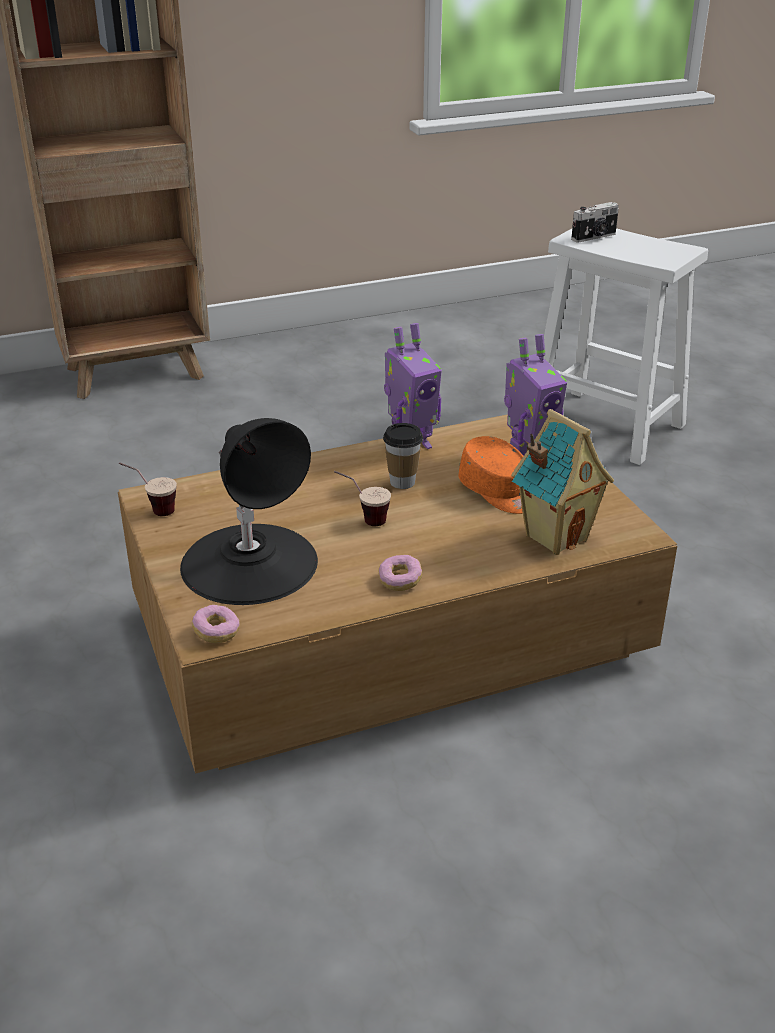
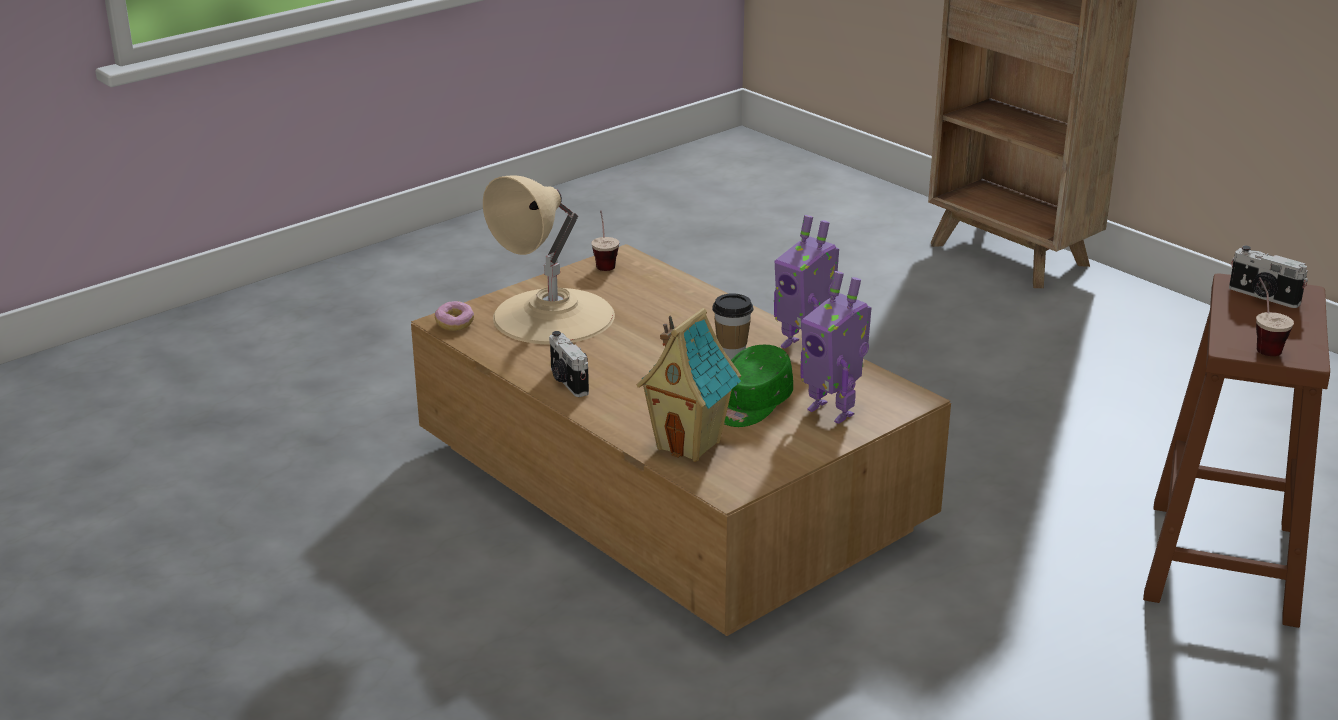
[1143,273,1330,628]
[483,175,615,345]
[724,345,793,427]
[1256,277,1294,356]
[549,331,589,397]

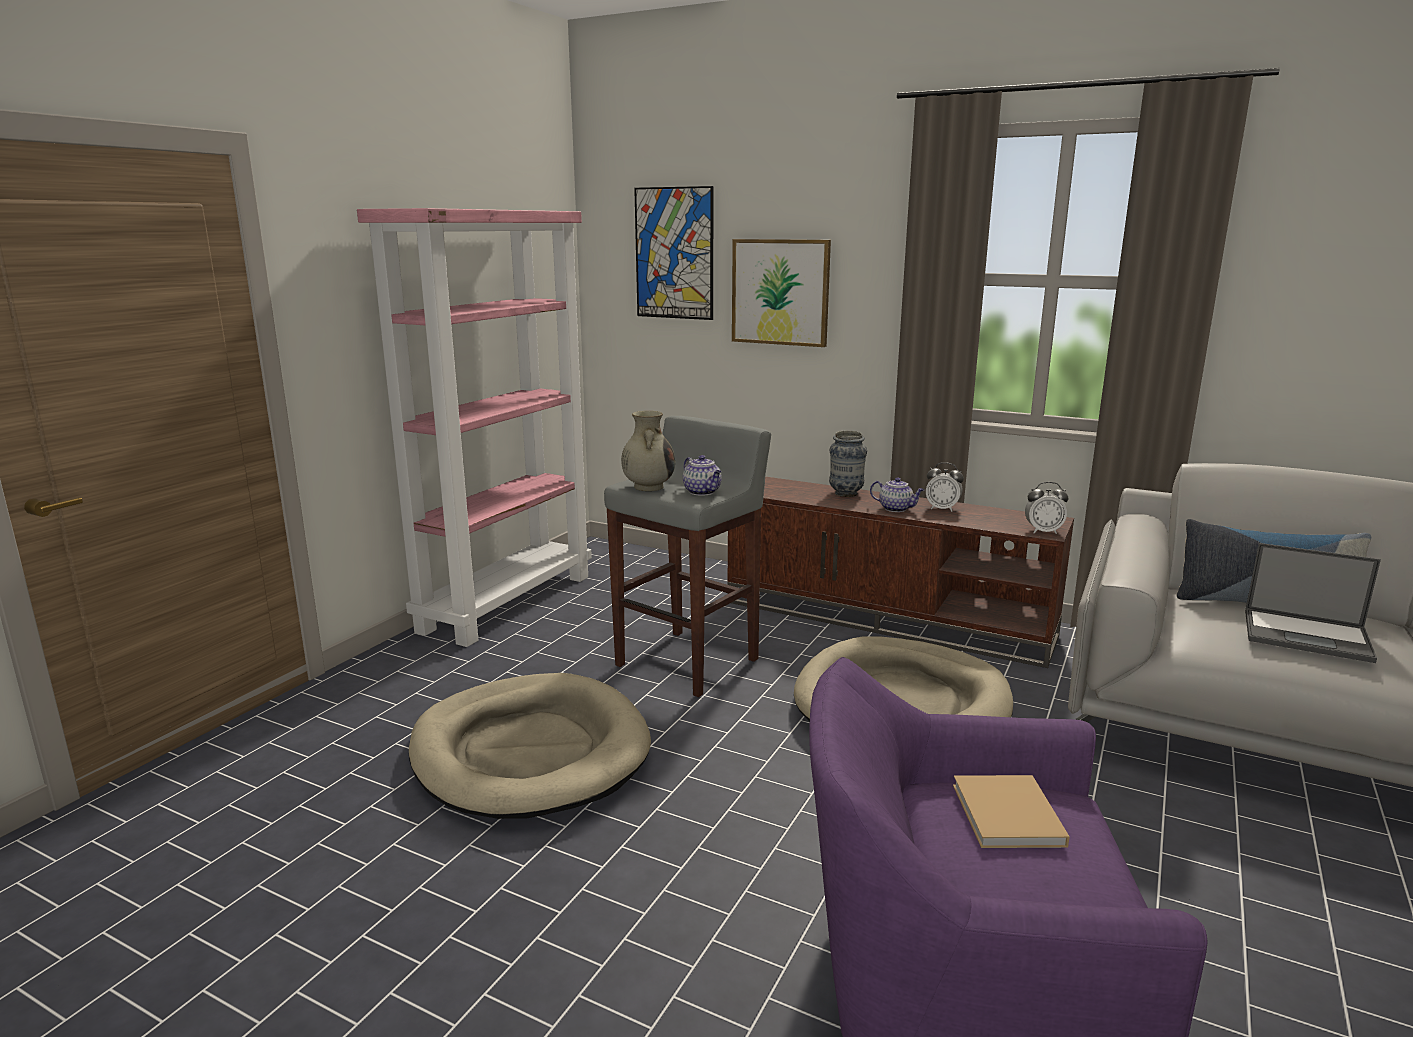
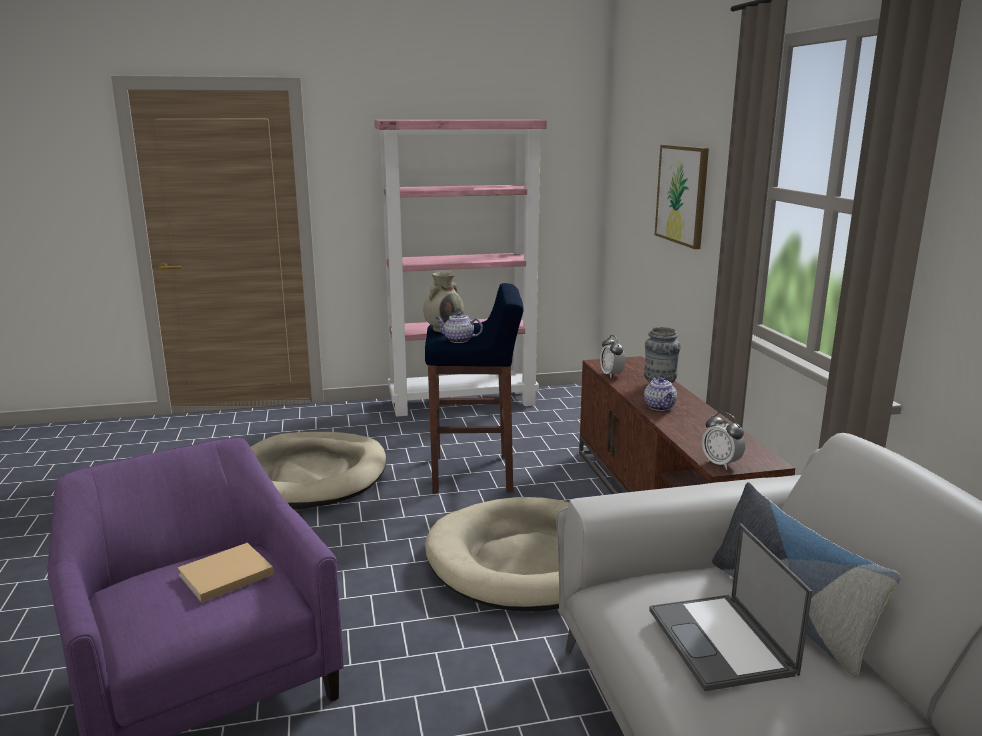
[634,186,713,320] (first image)
[425,283,524,493]
[436,312,483,343]
[600,335,625,378]

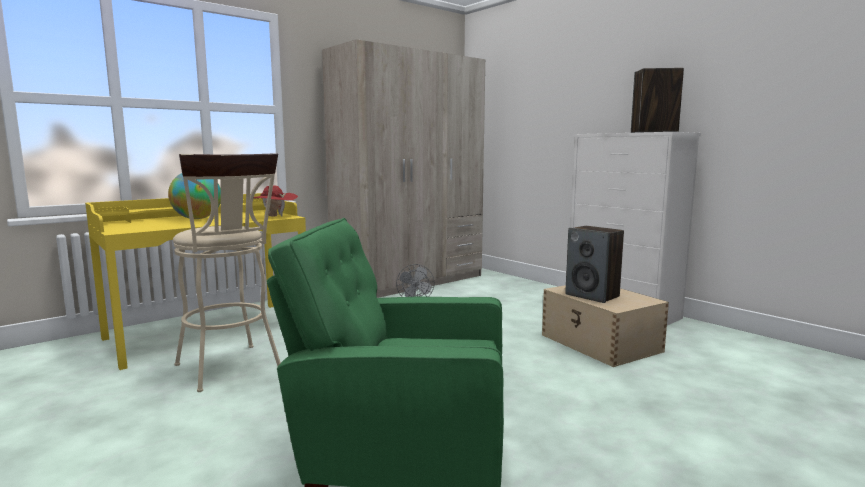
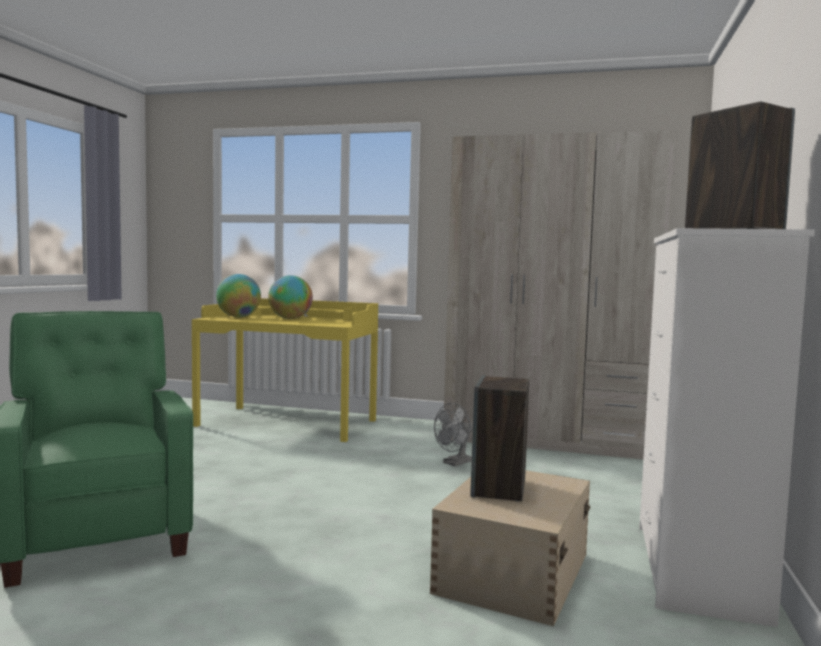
[173,153,281,392] (first image)
[253,186,298,217] (first image)
[216,274,261,317]

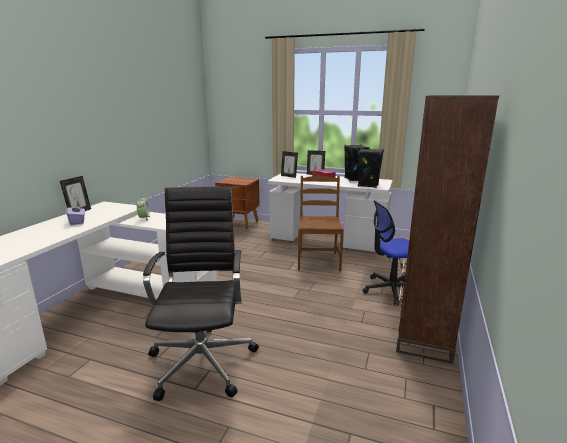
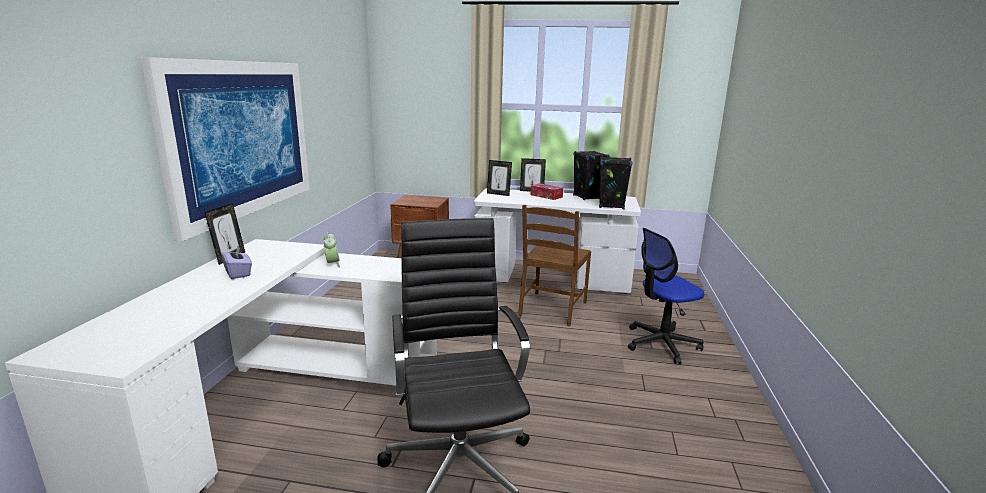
[396,95,499,364] (first image)
[518,205,591,326]
[140,57,310,241]

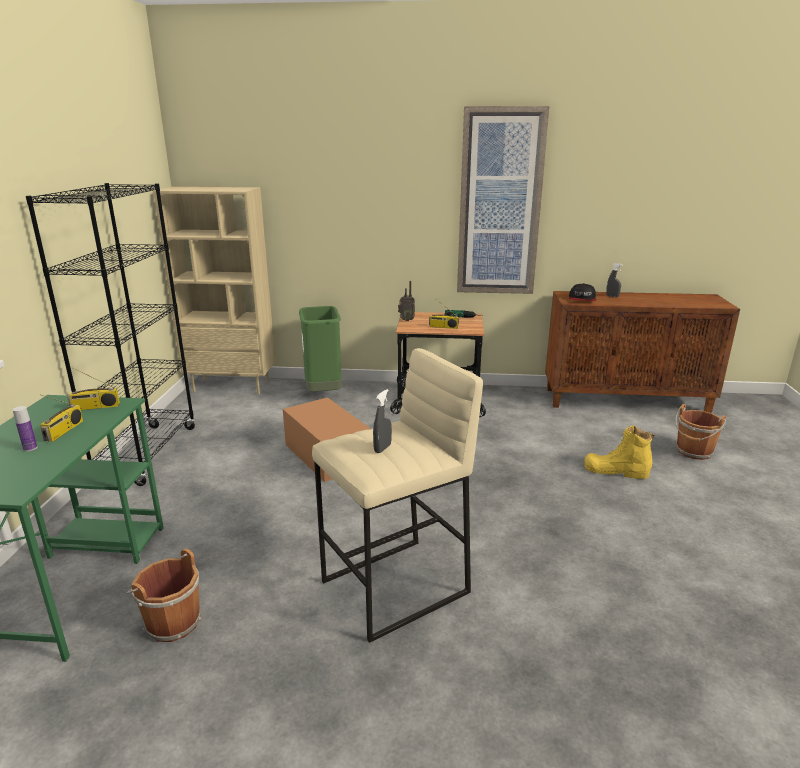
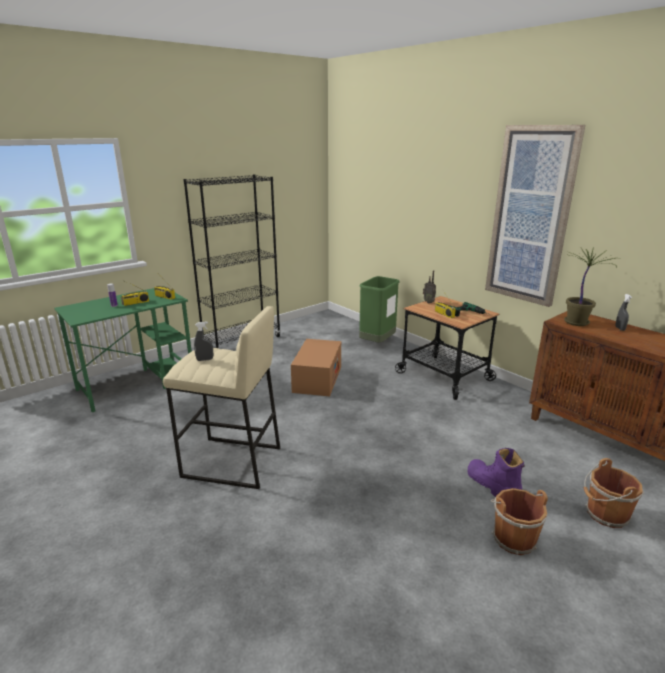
[153,187,275,394] (first image)
[564,247,617,326]
[467,448,525,497]
[490,488,548,555]

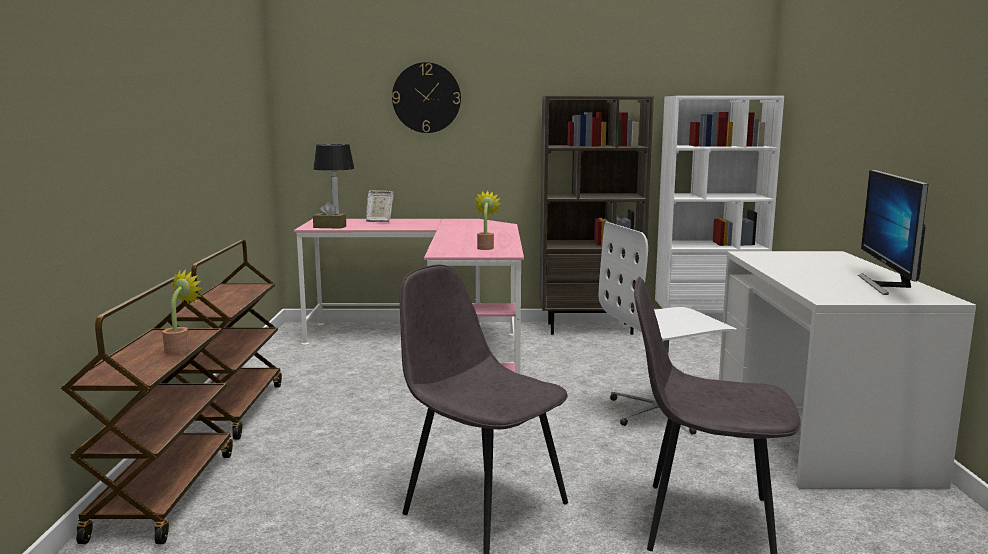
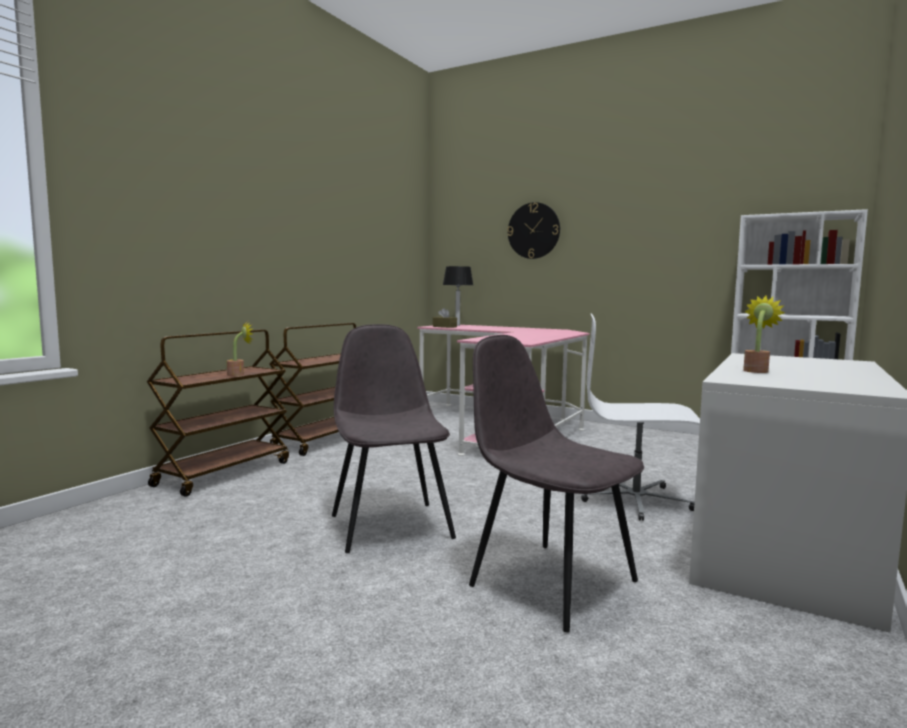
[540,96,654,335] (first image)
[858,170,928,295] (first image)
[366,190,394,222] (first image)
[743,295,785,373]

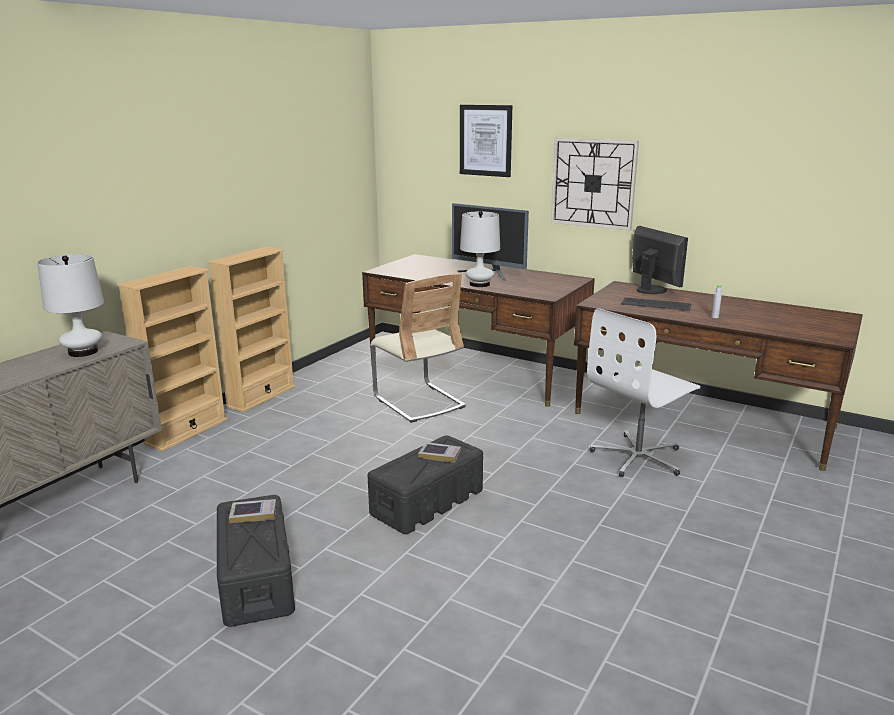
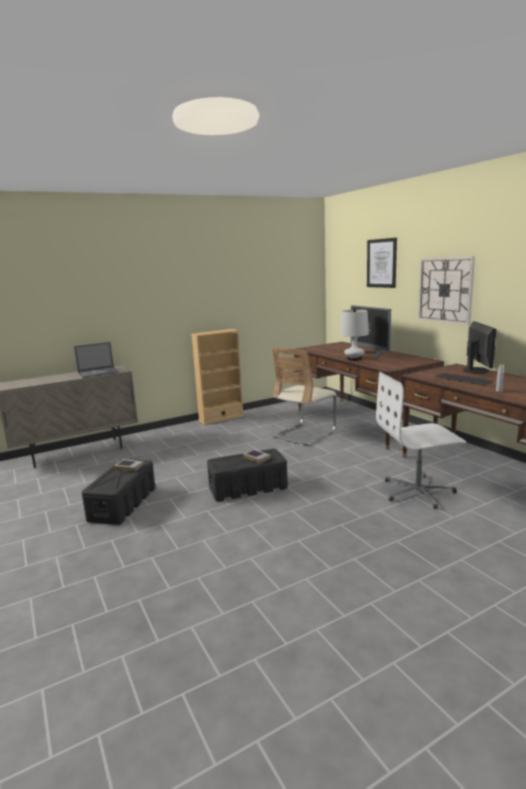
[74,342,119,378]
[117,266,227,452] (first image)
[272,348,336,446]

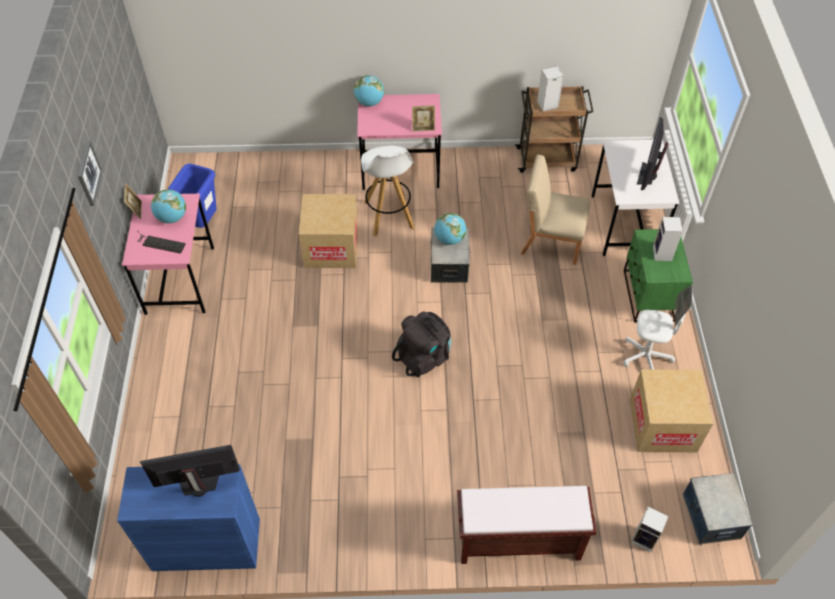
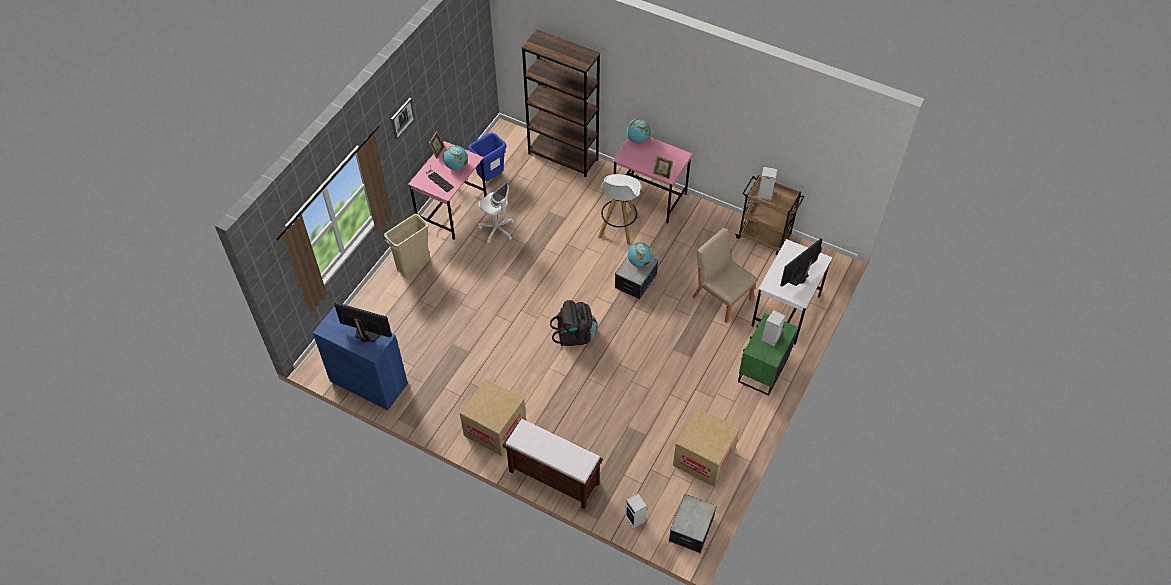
[460,379,526,456]
[478,181,514,244]
[522,29,600,177]
[384,214,430,277]

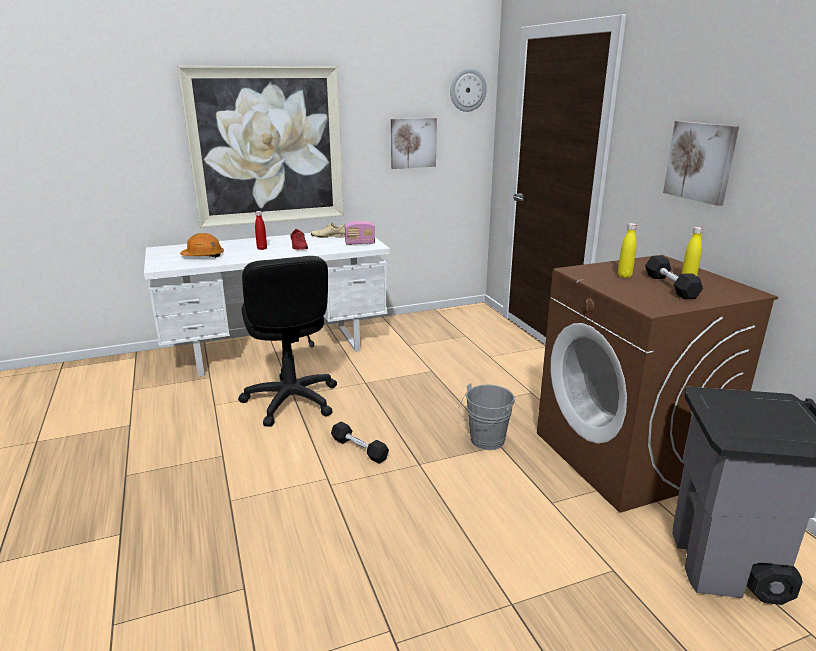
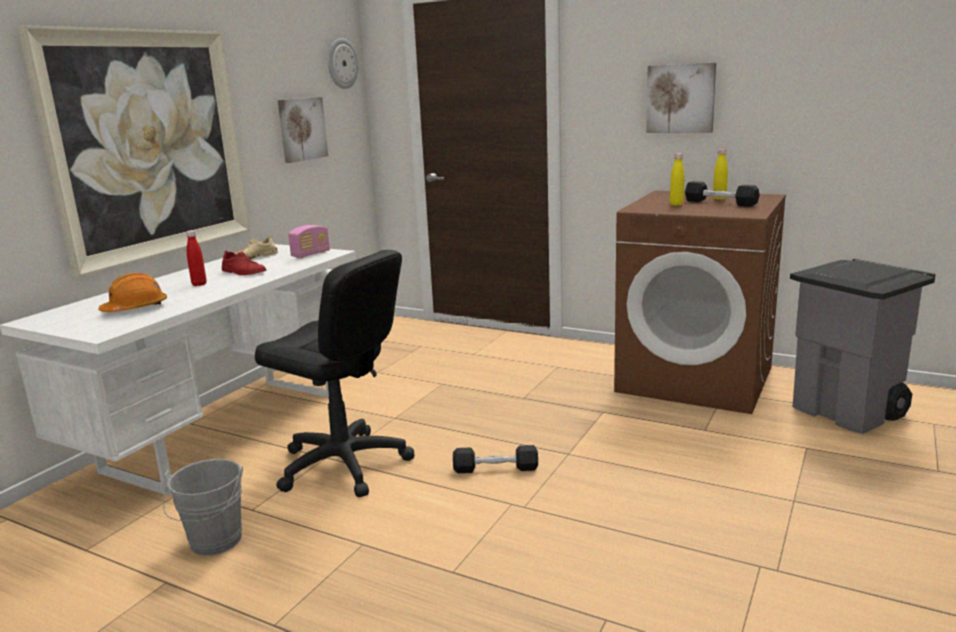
[163,459,243,556]

